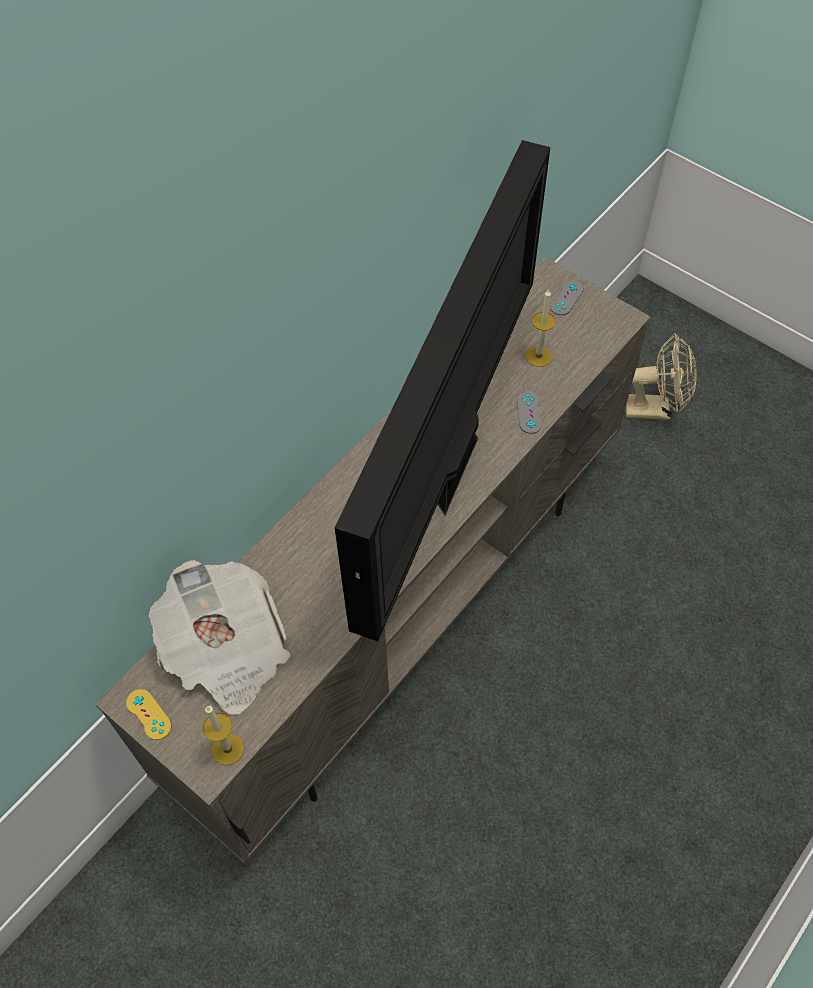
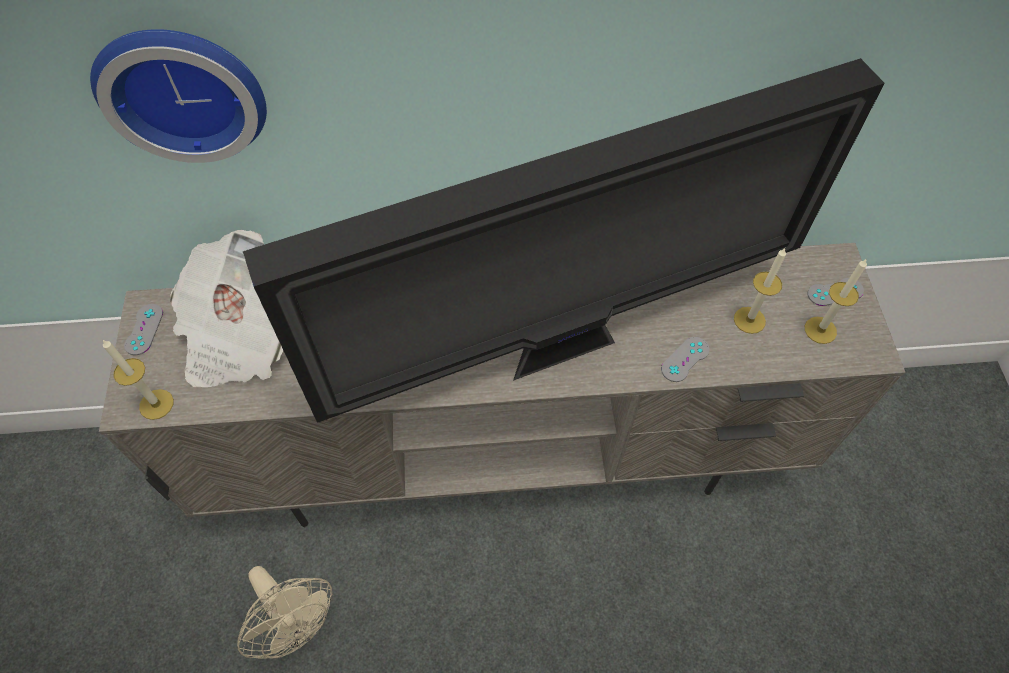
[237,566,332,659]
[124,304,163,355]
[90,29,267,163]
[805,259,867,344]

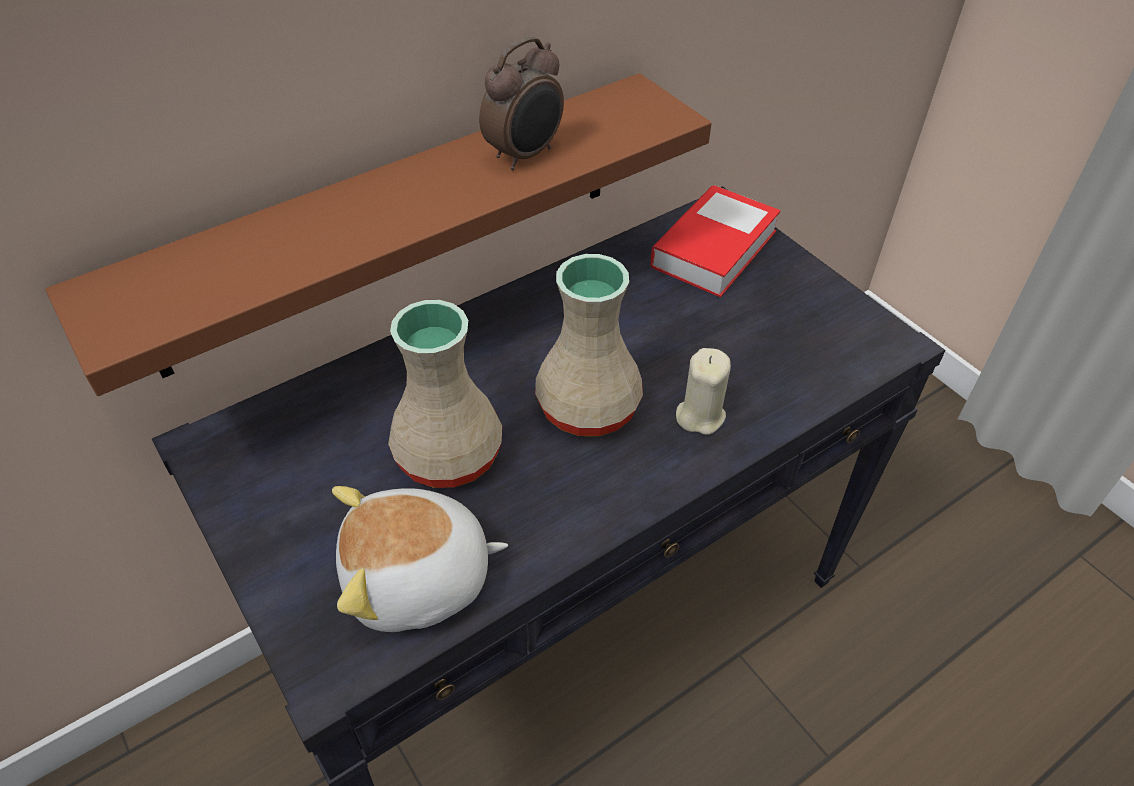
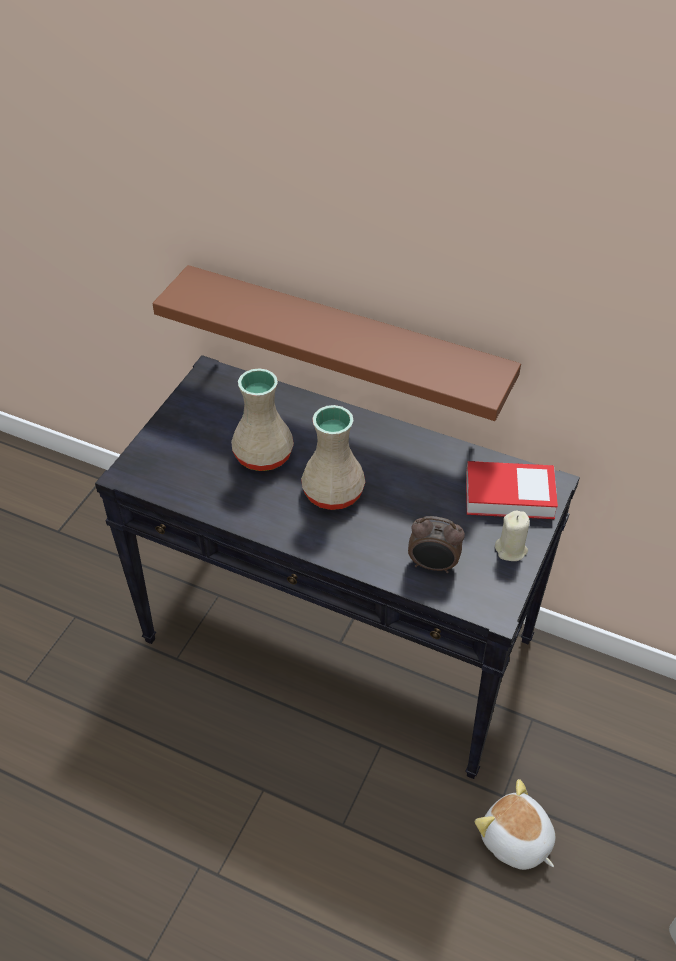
[408,516,465,573]
[495,510,530,561]
[475,779,555,870]

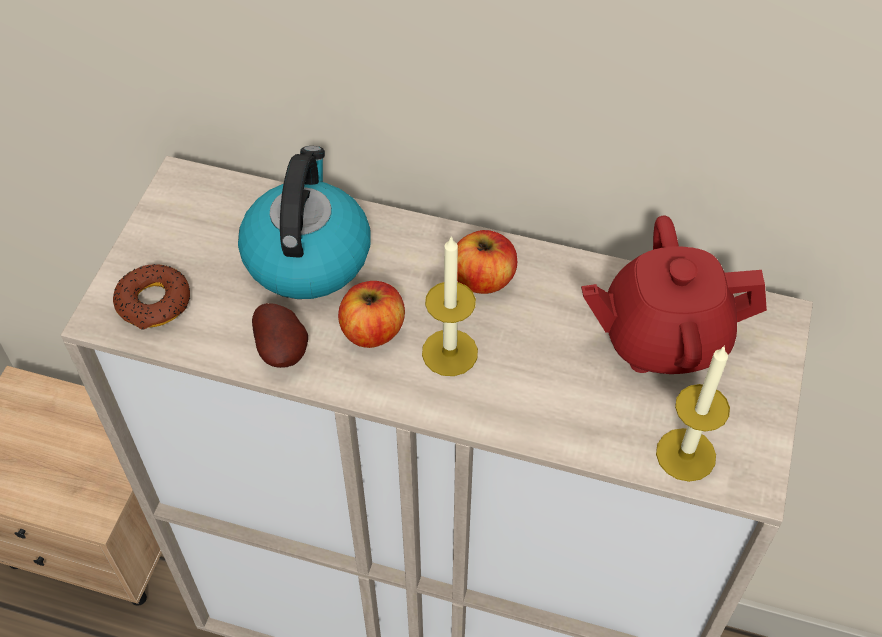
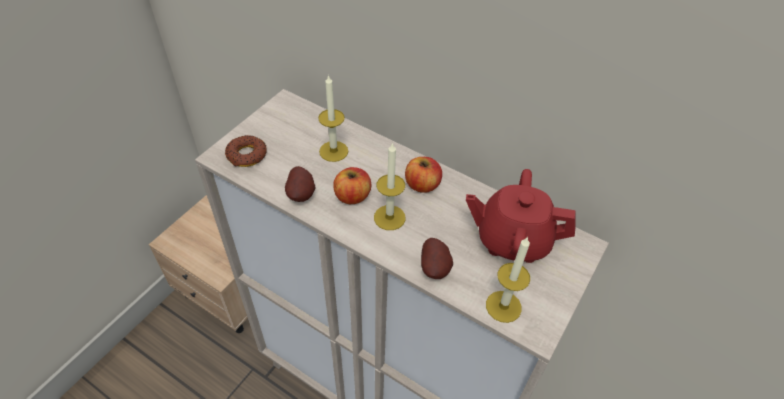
[318,75,348,162]
[421,238,453,279]

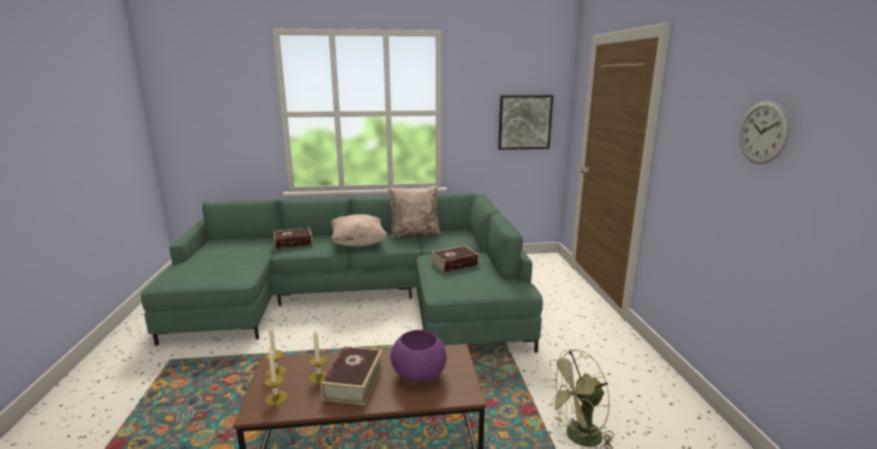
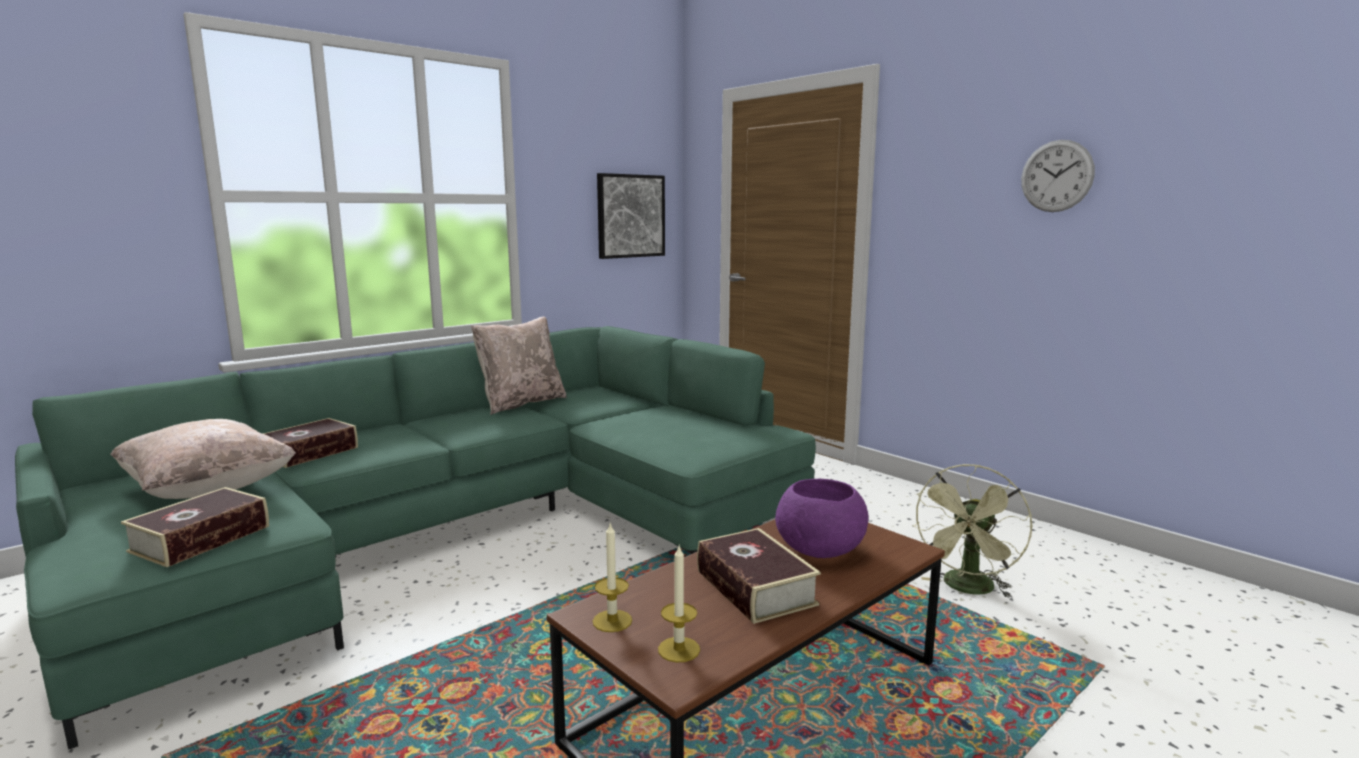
[110,419,296,499]
[121,487,269,567]
[309,330,328,384] (first image)

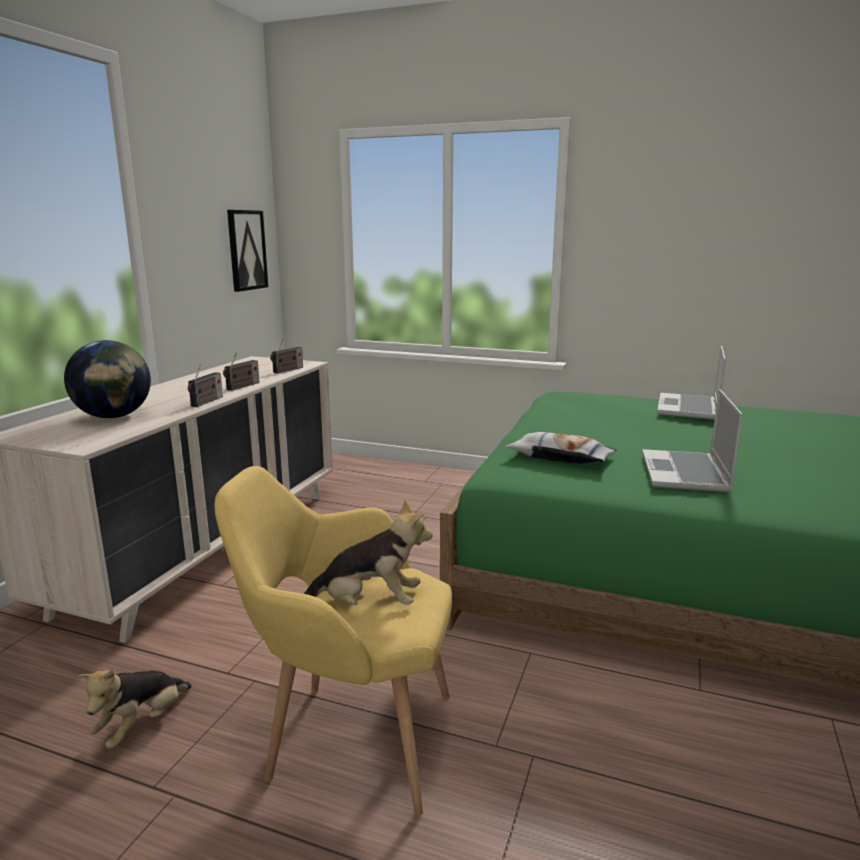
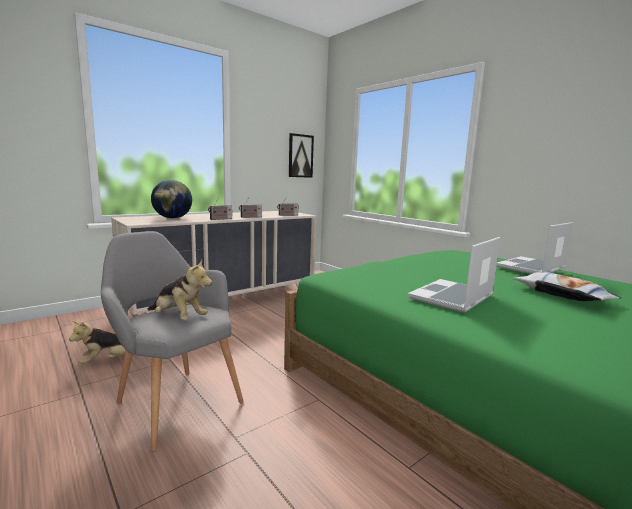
[513,272,621,301]
[101,231,244,451]

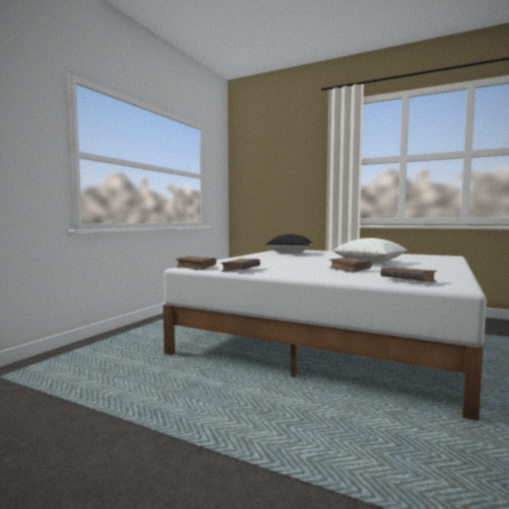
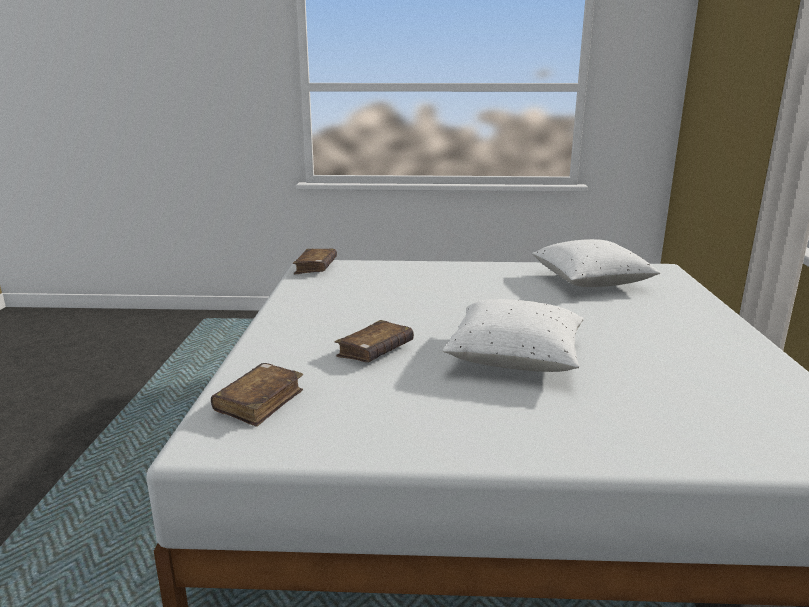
[532,239,660,287]
[220,259,260,272] (first image)

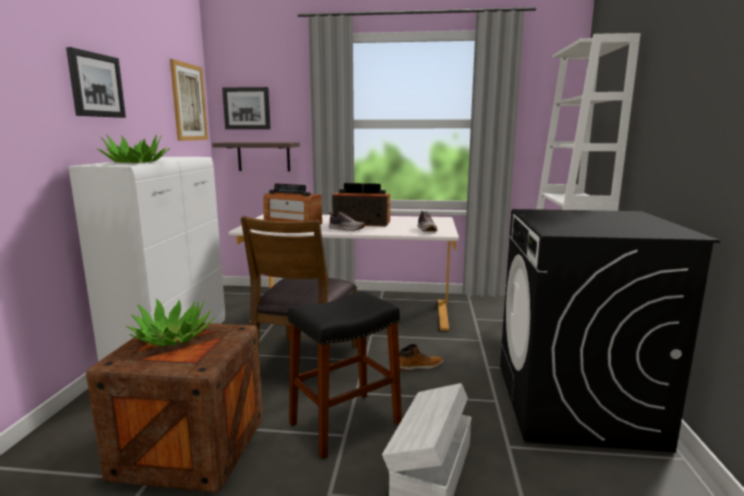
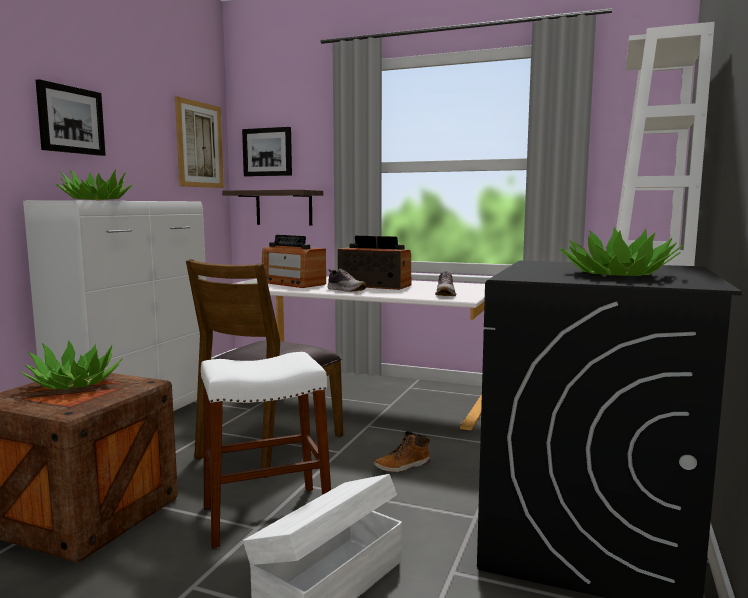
[201,352,331,549]
[374,431,430,473]
[559,227,683,276]

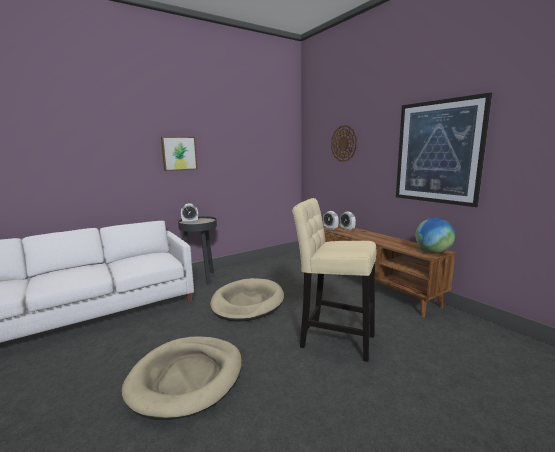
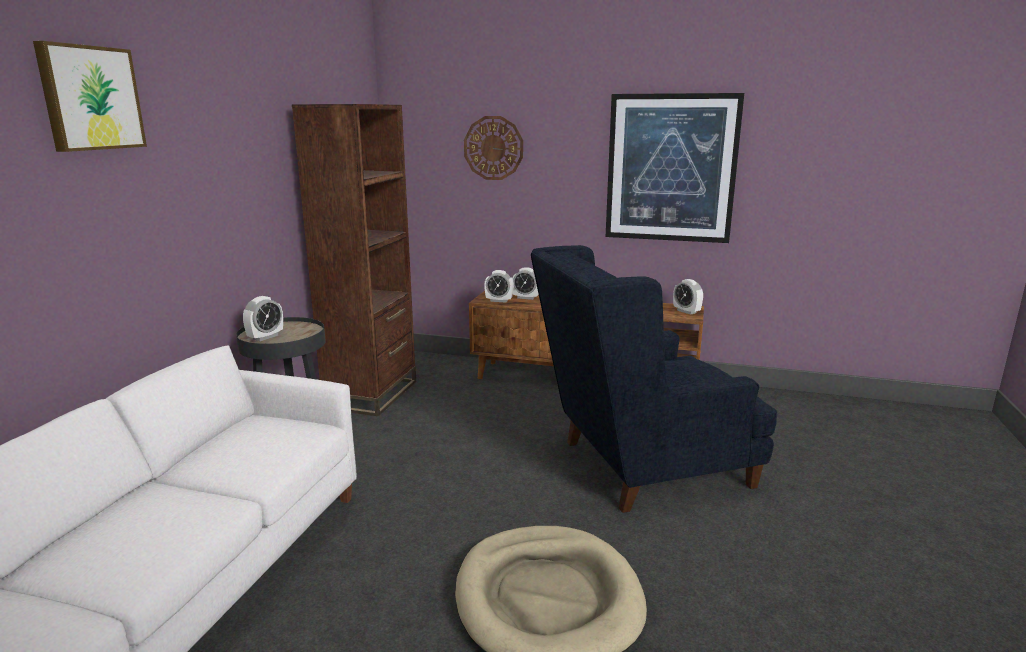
[33,41,147,152]
[531,245,777,513]
[673,279,703,315]
[210,278,284,322] (first image)
[292,104,416,416]

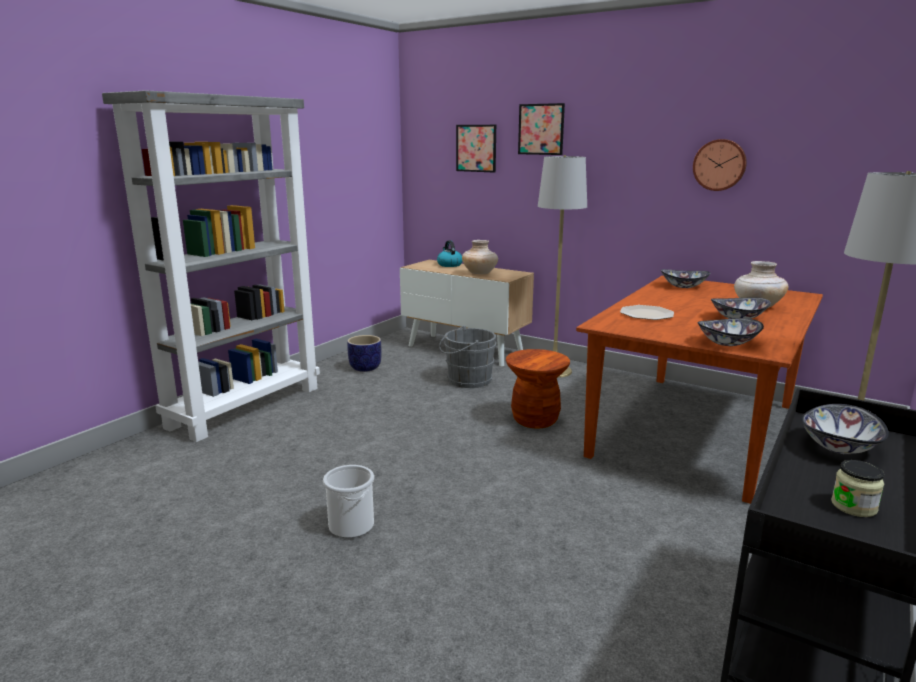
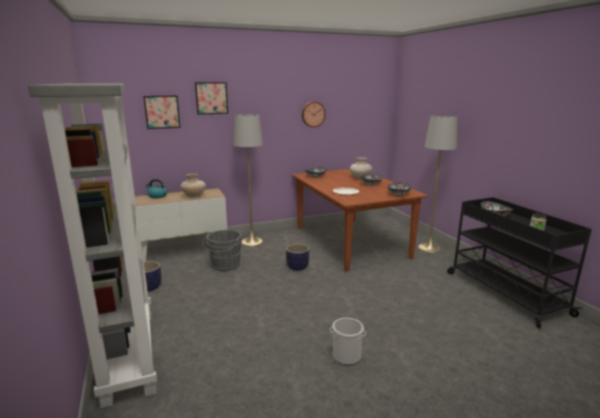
[286,244,309,271]

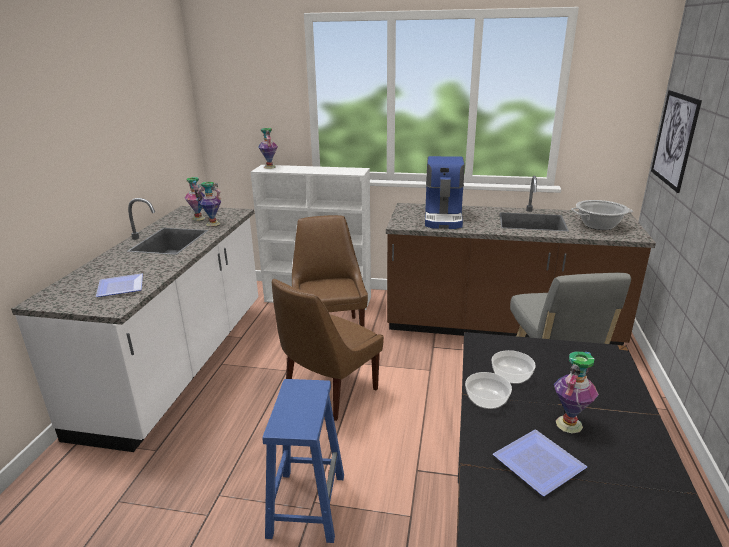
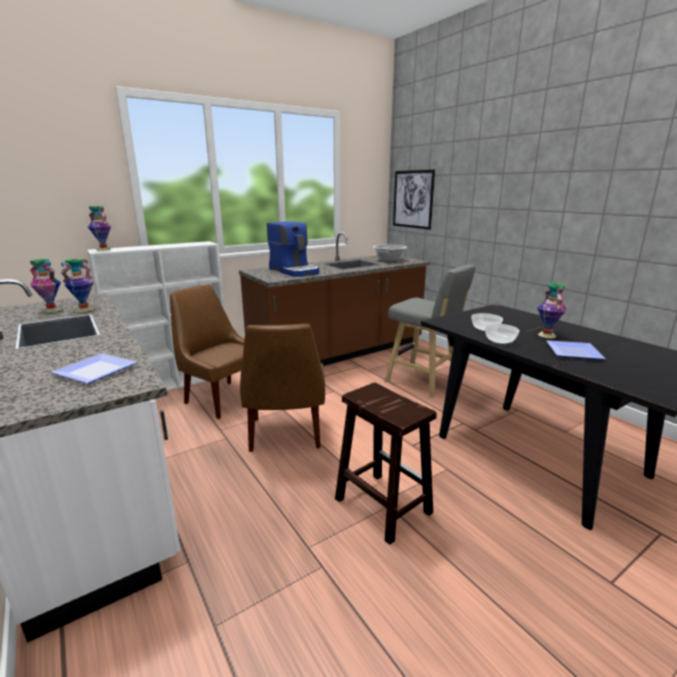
[335,383,437,545]

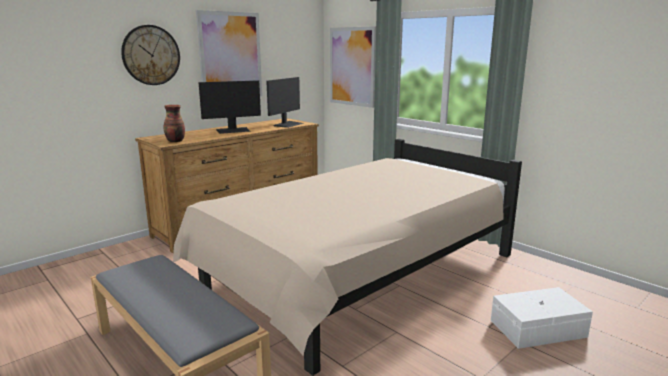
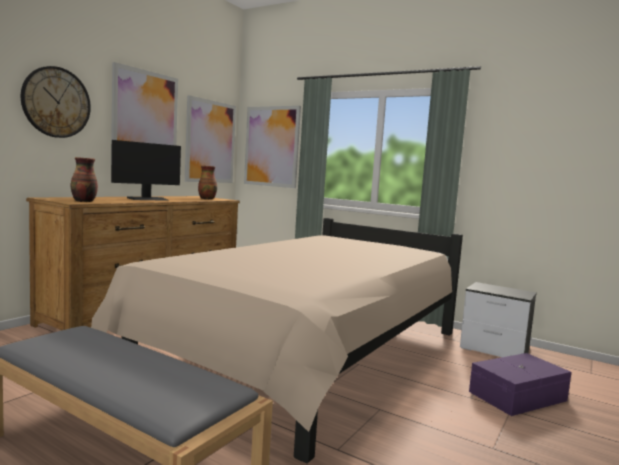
[198,166,217,199]
[469,353,571,416]
[185,95,236,183]
[460,282,537,357]

